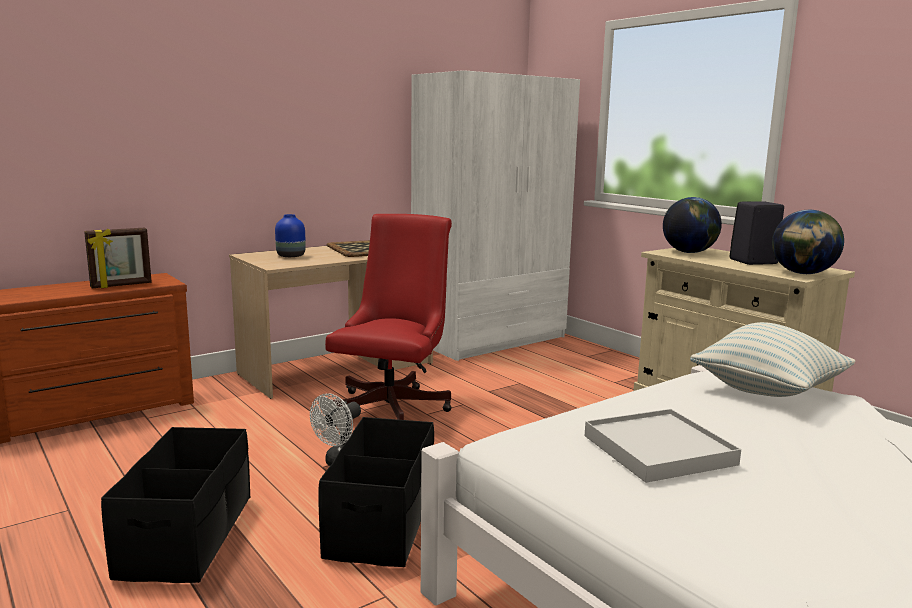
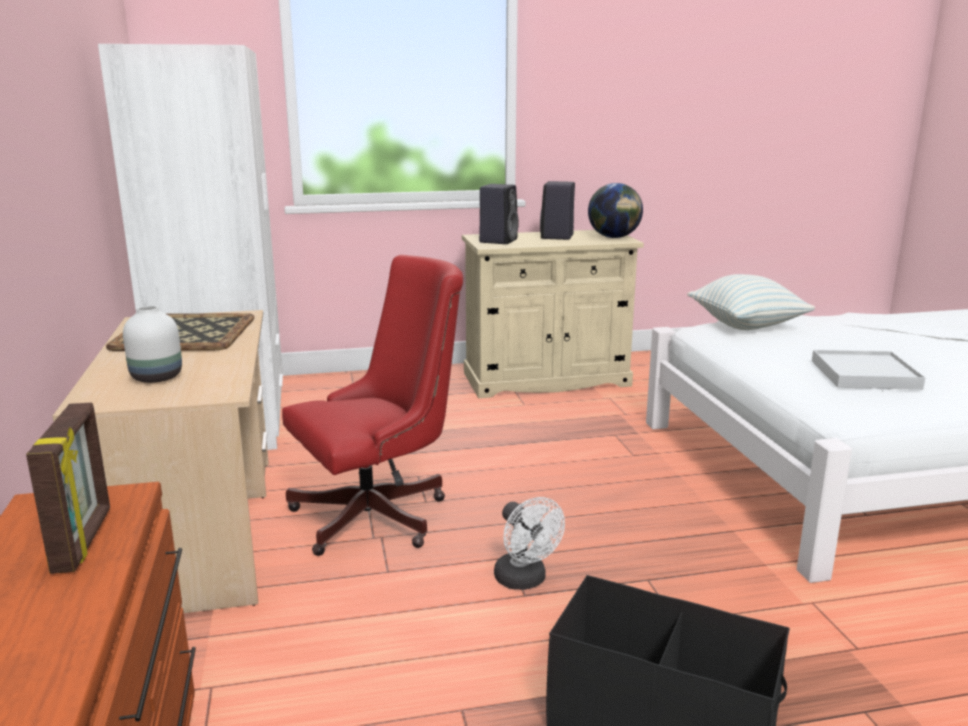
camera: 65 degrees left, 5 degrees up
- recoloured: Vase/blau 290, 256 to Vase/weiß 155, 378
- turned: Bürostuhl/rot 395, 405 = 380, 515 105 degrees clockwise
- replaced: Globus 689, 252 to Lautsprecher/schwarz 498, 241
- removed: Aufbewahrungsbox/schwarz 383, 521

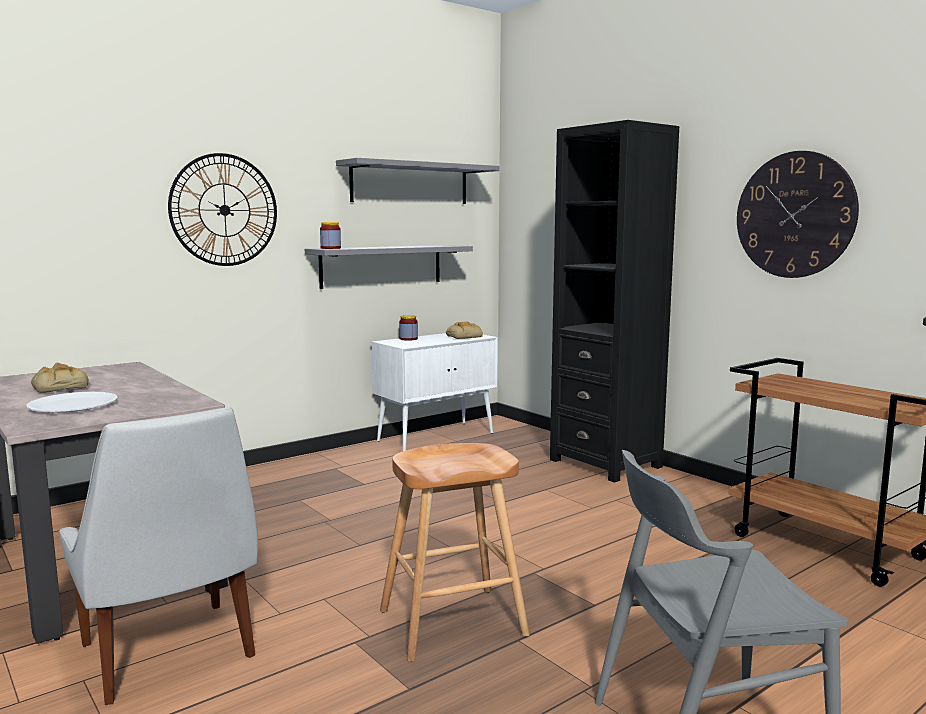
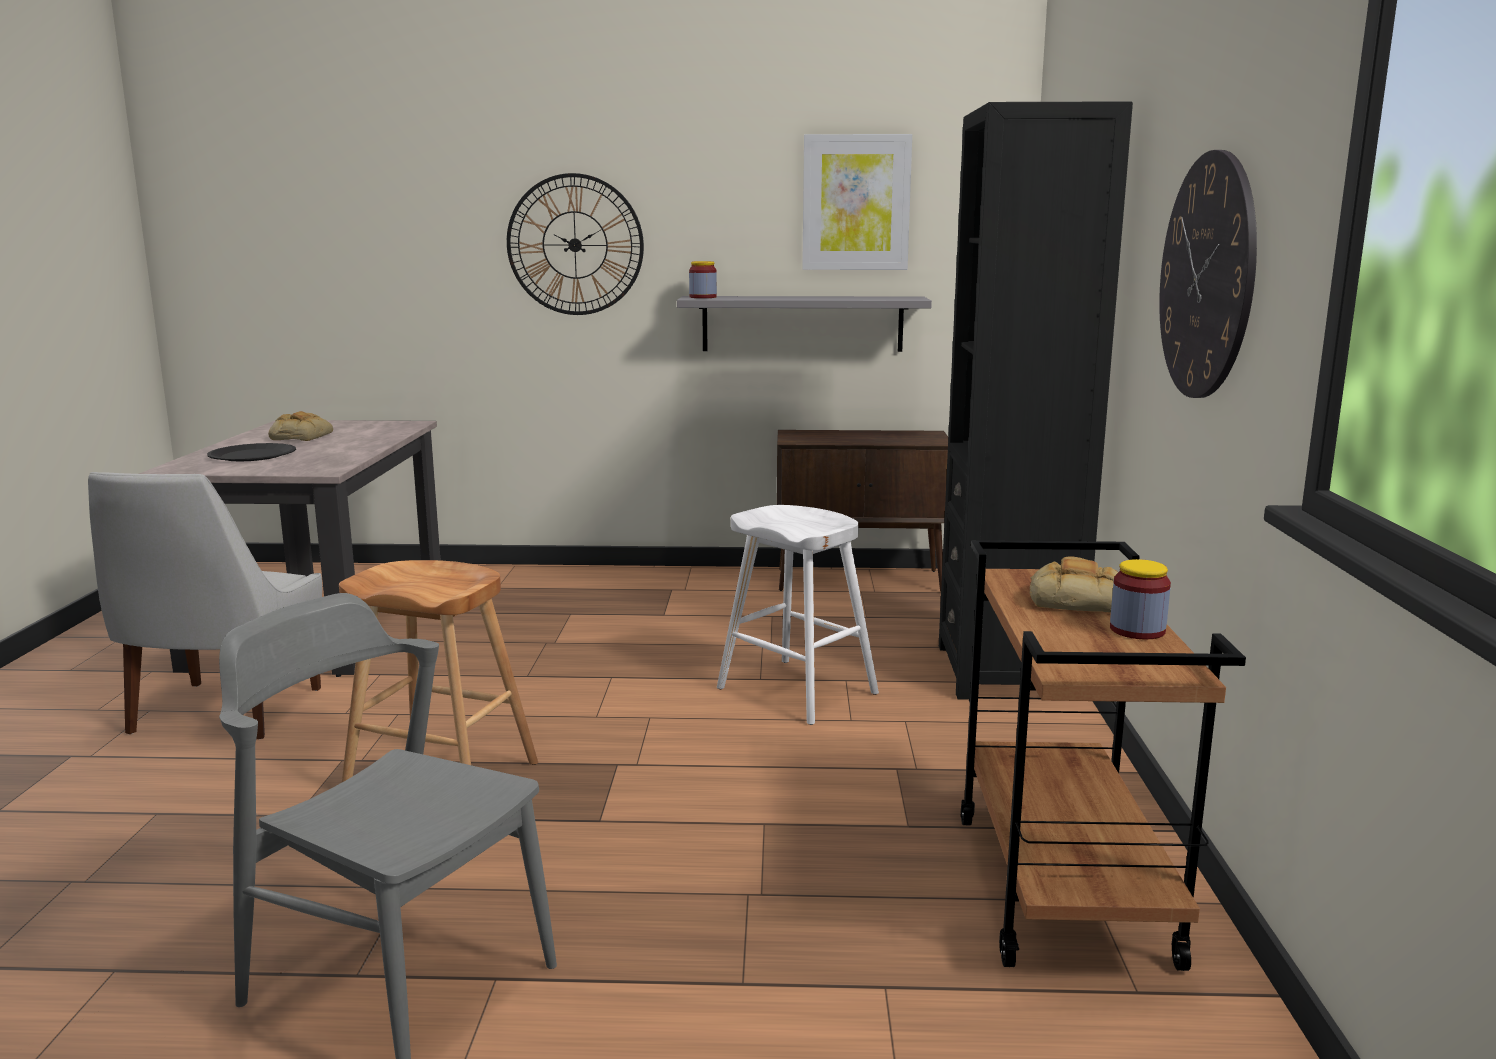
camera: 40 degrees right, 5 degrees up
- recoloured: Teller/weiß 73, 405 to Teller/schwarz 252, 455
- added: Hocker/weiß 796, 691
- recoloured: Schrank/weiß 437, 437 to Schrank/braun 861, 580
- replaced: Wandregal/grau 410, 183 to Bild 856, 203
- moved: Brot 464, 336 to 1078, 600
- moved: Vorratsglas 408, 339 to 1137, 630

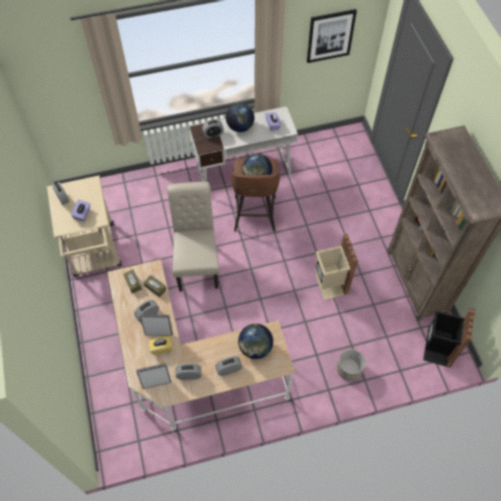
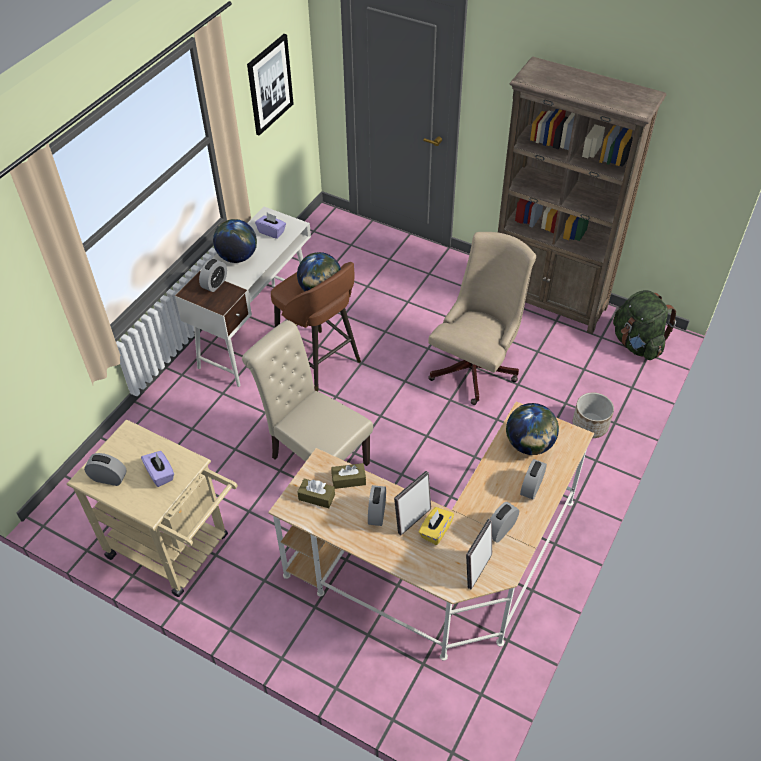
camera: 45 degrees left, 10 degrees down
- replaced: Mülleimer/beige 330, 284 to Bürostuhl/beige 477, 366
- replaced: Mülleimer/schwarz 436, 349 to Rucksack/grün 637, 344

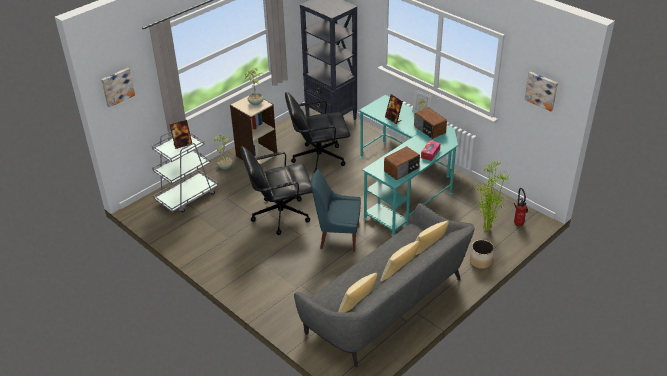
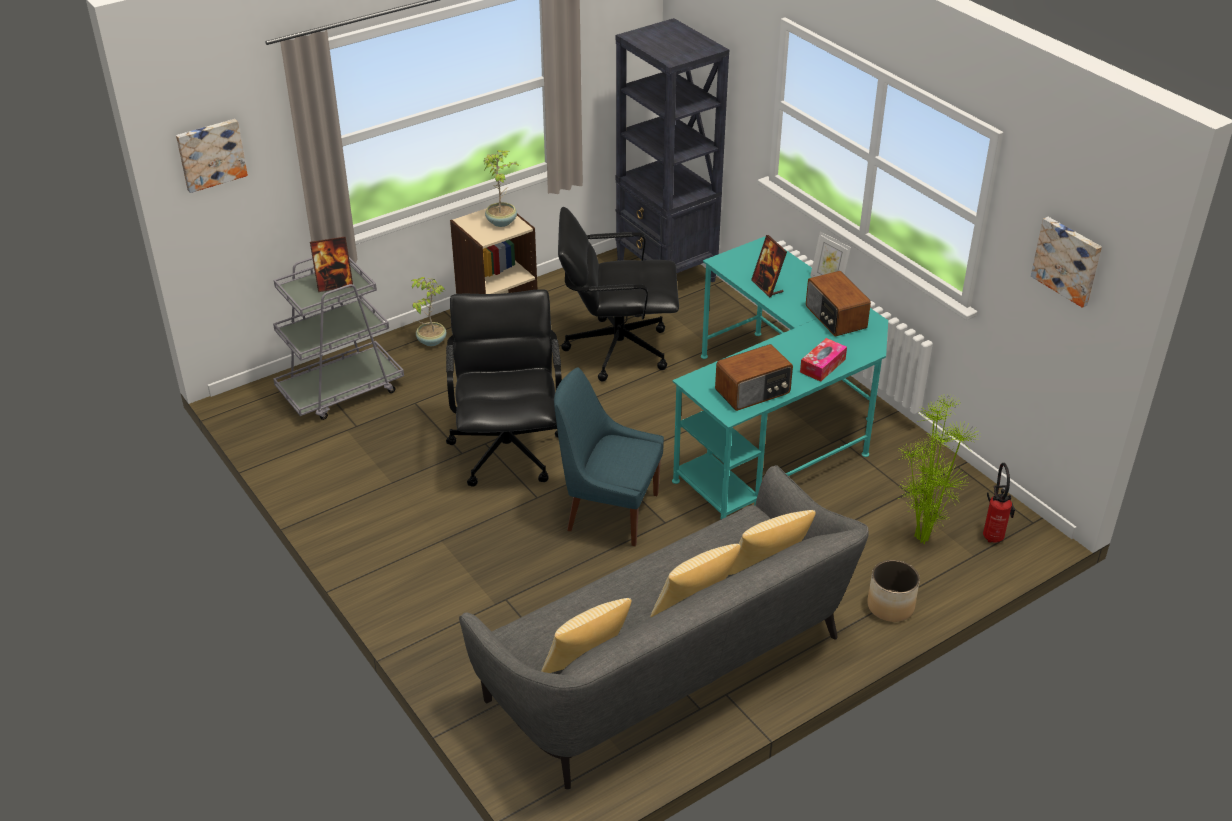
camera: 10 degrees right, 0 degrees up
- turned: Bürostuhl/schwarz 280, 215 = 508, 451 90 degrees clockwise

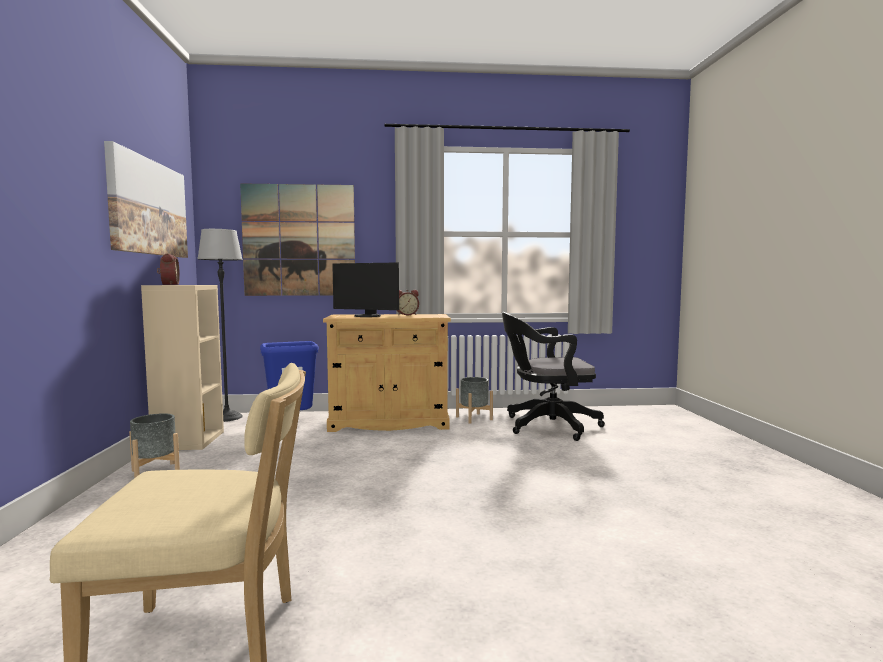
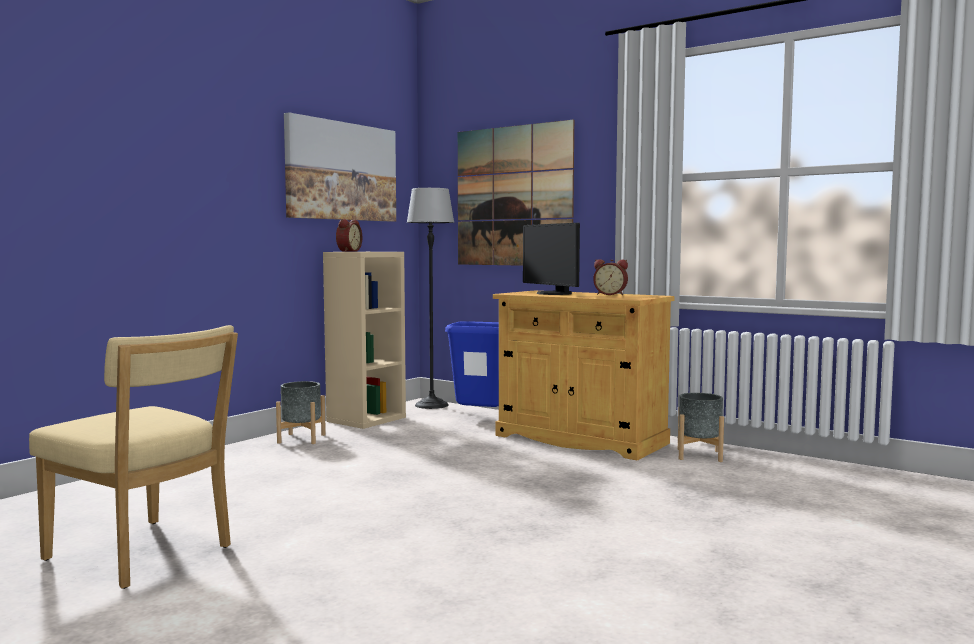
camera: 40 degrees right, 0 degrees up
- removed: Bürostuhl/schwarz 546, 426

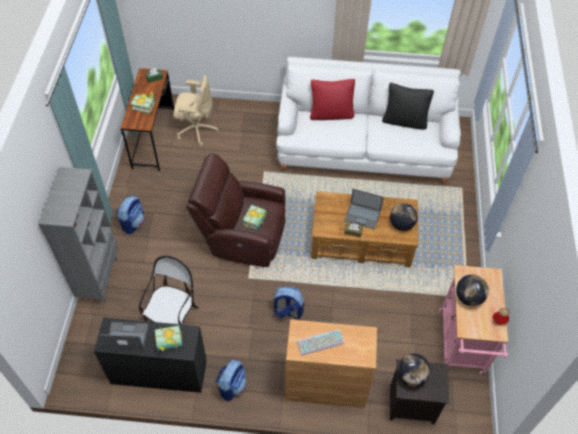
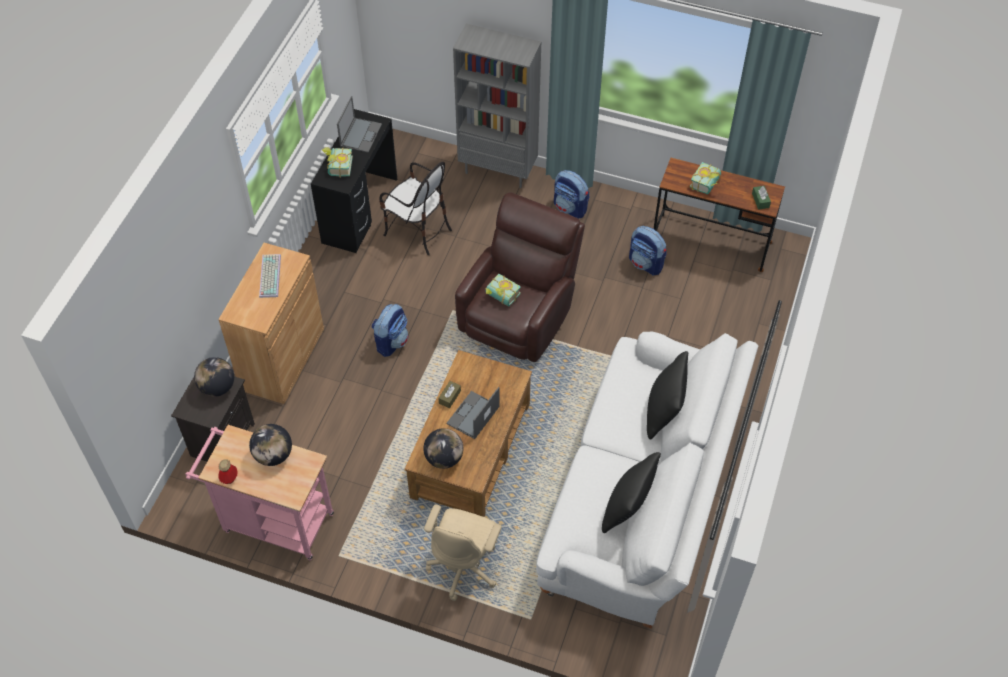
camera: 105 degrees right, 0 degrees up
- moved: Bürostuhl/beige 196, 130 to 464, 566
- moved: Rucksack 232, 386 to 646, 263
- recoloured: Kissen/rot 331, 114 to Kissen/schwarz 663, 412

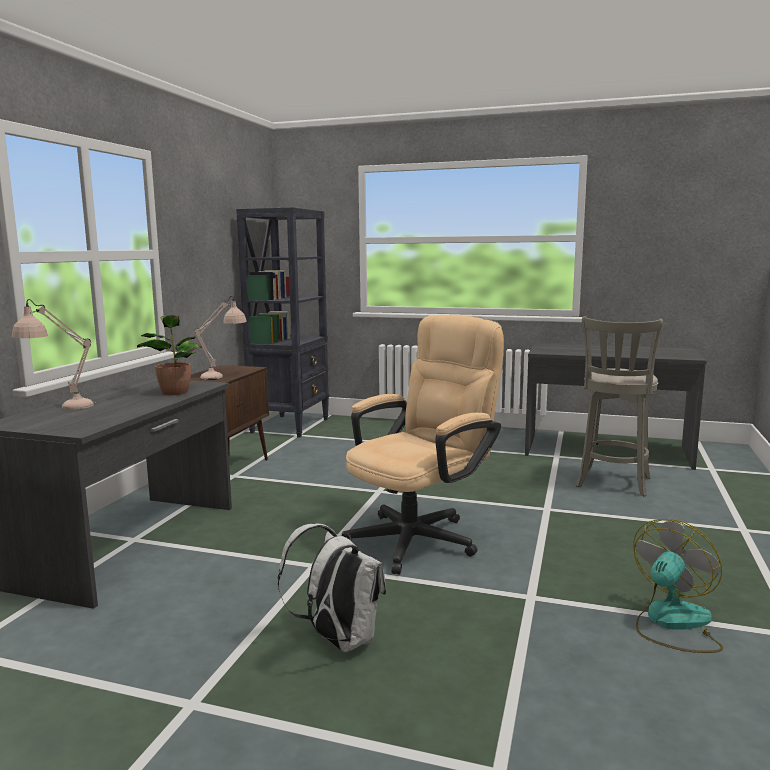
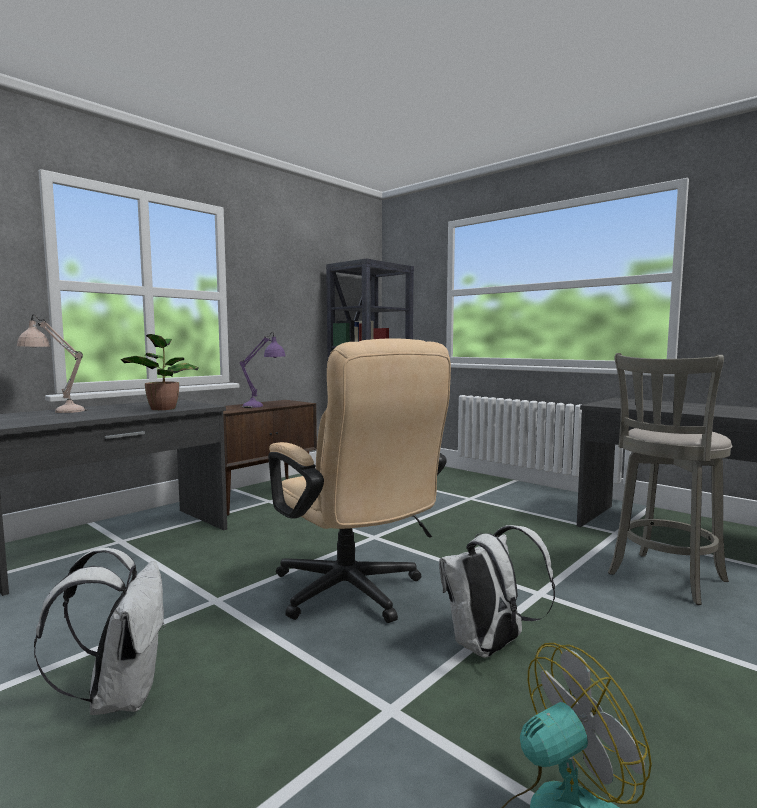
camera: 25 degrees right, 5 degrees down
- recoloured: Tischlampe/beige 223, 376 to Tischlampe/lila 263, 406
- turned: Bürostuhl/beige 420, 537 = 354, 595 75 degrees clockwise
- added: Rucksack/weiß 489, 647

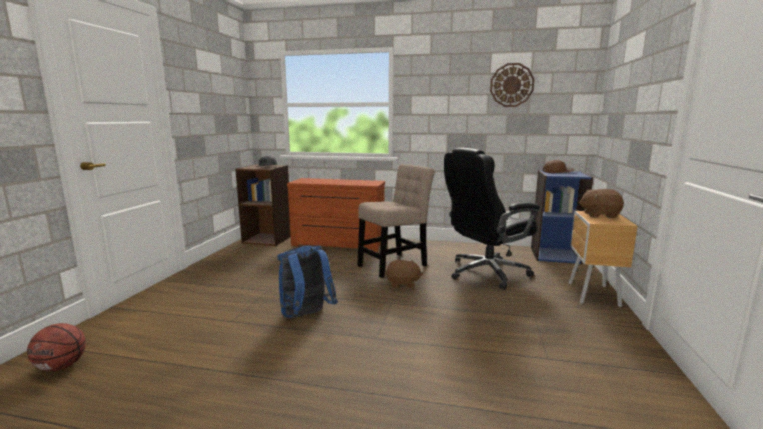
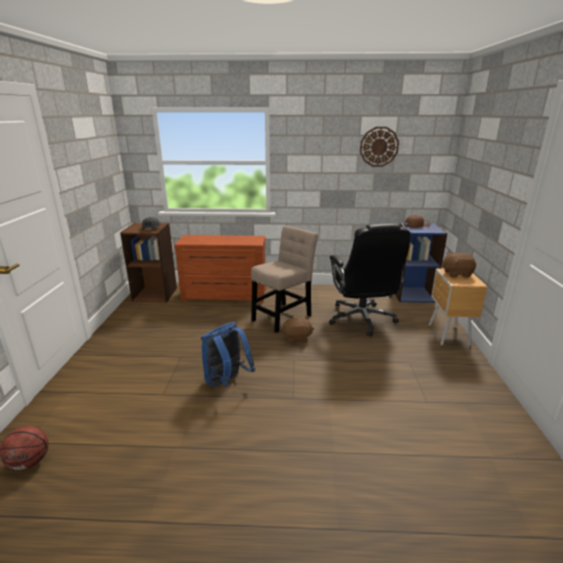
camera: 10 degrees left, 10 degrees up
- turned: Bürostuhl/schwarz 486, 273 = 362, 319 60 degrees counterclockwise

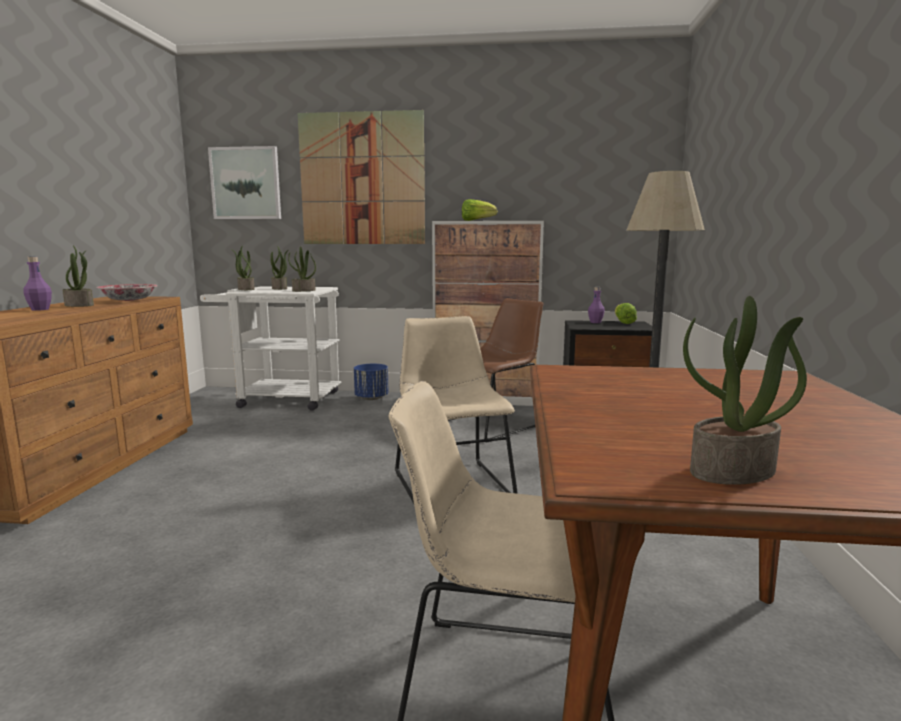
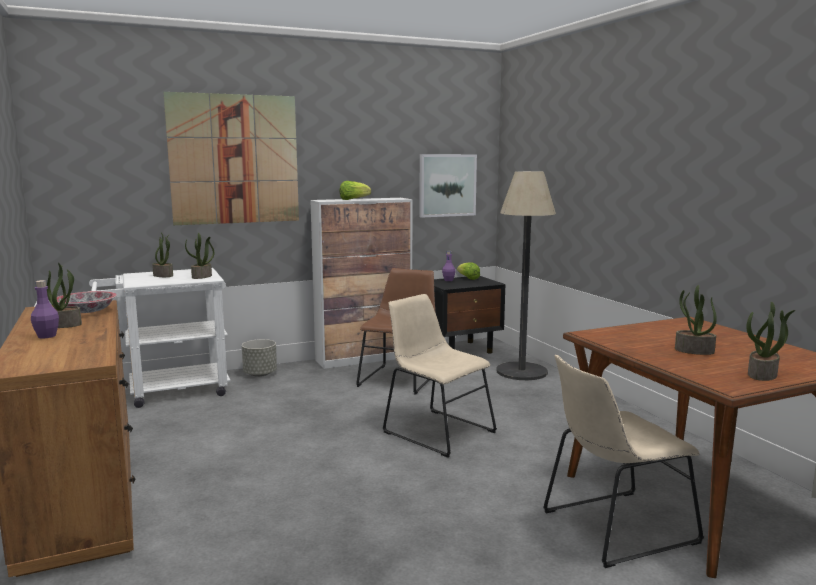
camera: 30 degrees left, 0 degrees up
- recoloured: Pflanzkübel/blau 372, 398 to Pflanzkübel/grau 260, 374
- moved: Bild 246, 183 to 447, 185
- moved: Topfpflanze 245, 289 to 693, 351

